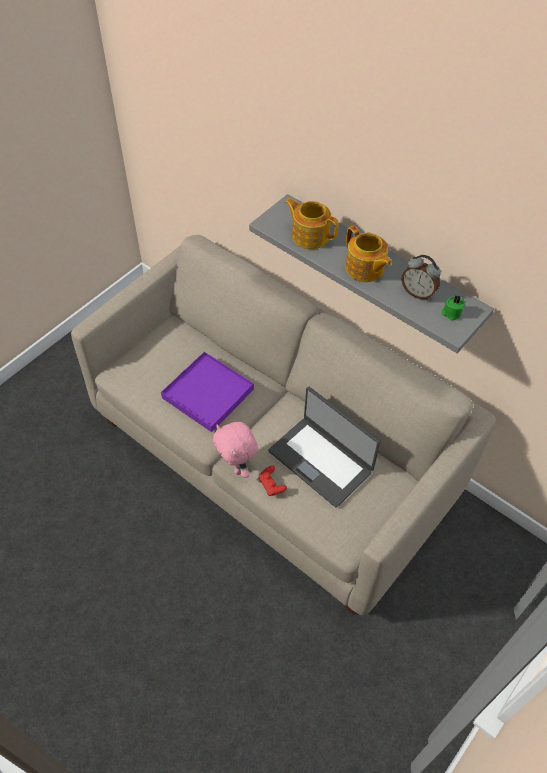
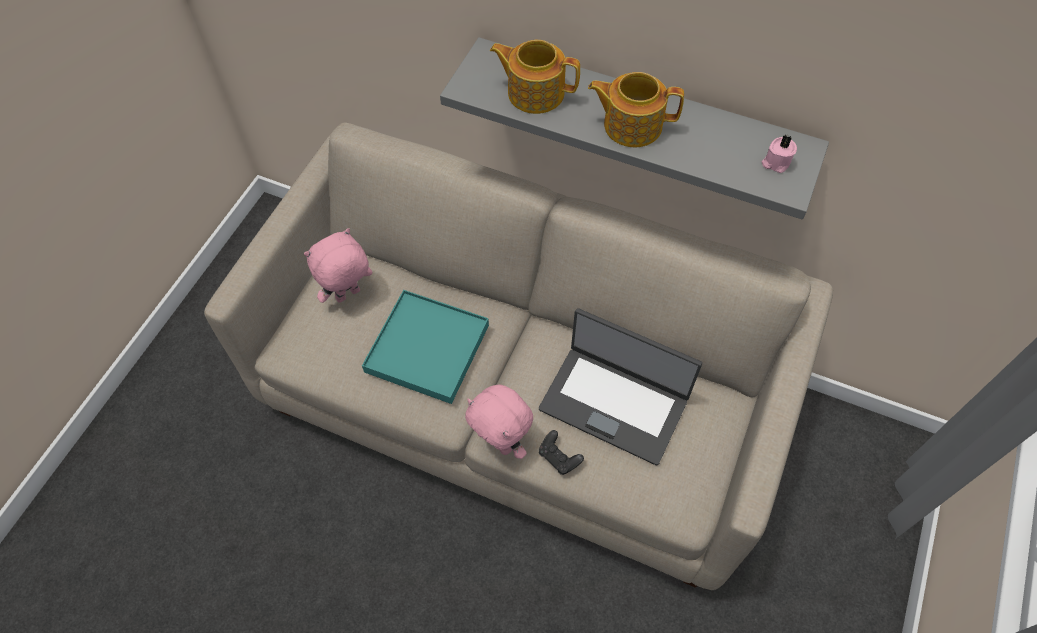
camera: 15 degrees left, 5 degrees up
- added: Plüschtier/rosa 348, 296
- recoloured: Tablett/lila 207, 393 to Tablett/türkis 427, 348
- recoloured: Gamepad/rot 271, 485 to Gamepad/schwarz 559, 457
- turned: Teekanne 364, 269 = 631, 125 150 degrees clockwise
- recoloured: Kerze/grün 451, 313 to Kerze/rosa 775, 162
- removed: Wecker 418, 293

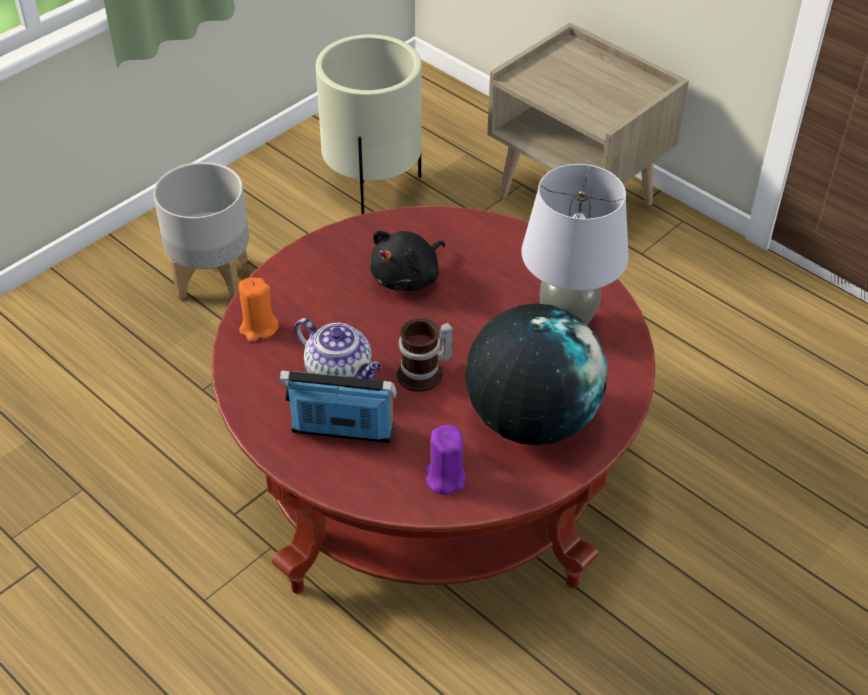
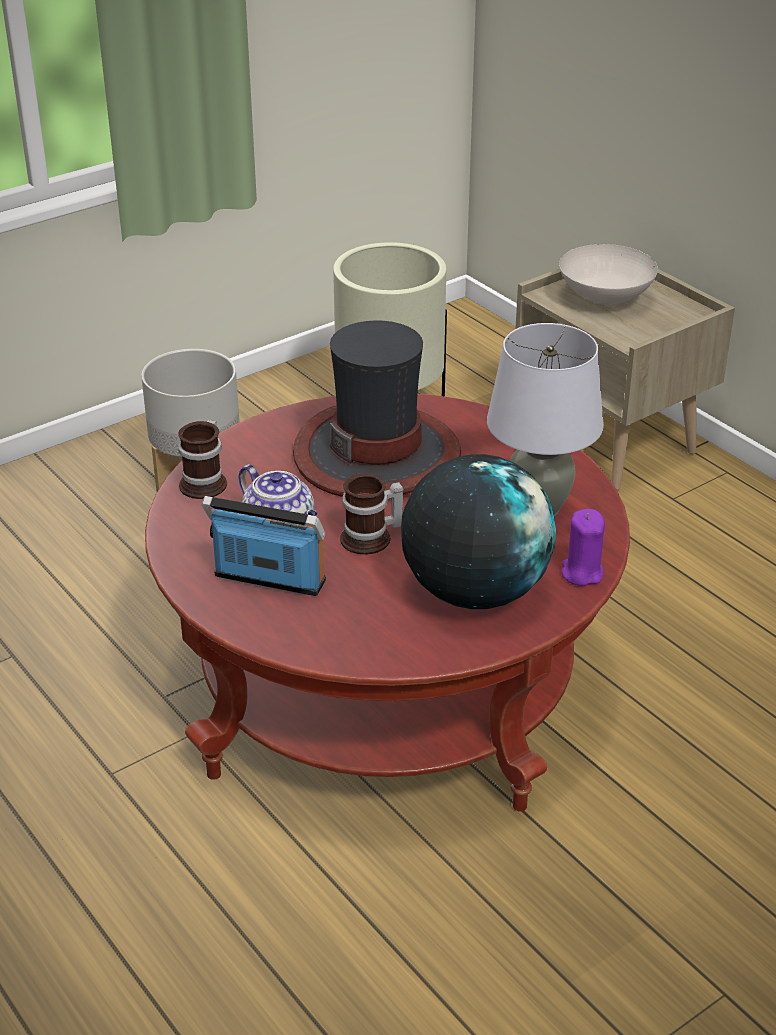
camera: 10 degrees right, 10 degrees down
- replaced: Kerze/orange 258, 328 to Henkelbecher 207, 482
- replaced: Plüschtier/schwarz 408, 278 to Hut 377, 453
- added: Schüssel/weiß 606, 299
- moved: Kerze/lila 445, 478 to 581, 573

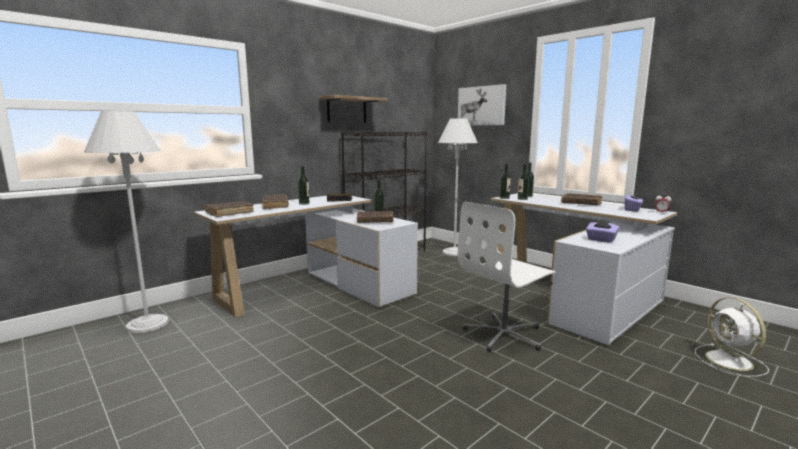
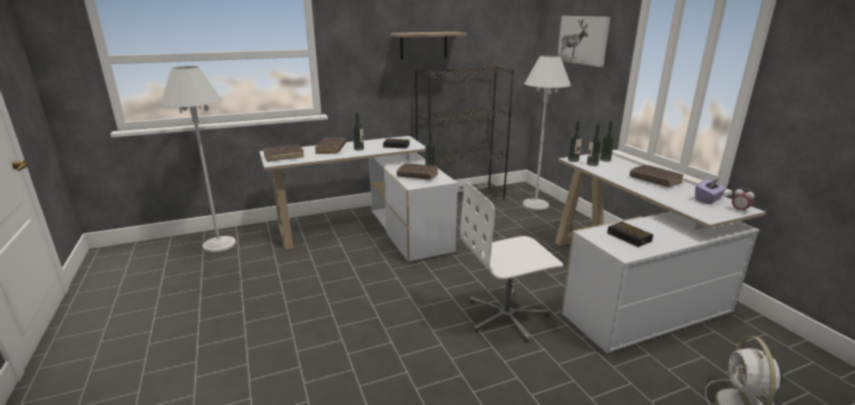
camera: 20 degrees right, 10 degrees up
- replaced: Taschentuchbox/lila 601, 240 to Wecker 629, 237

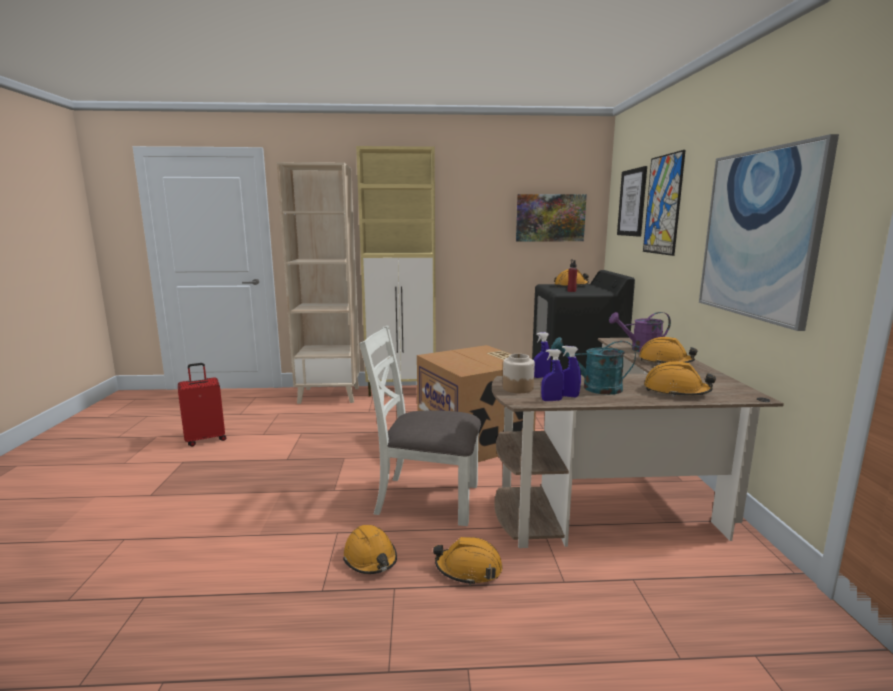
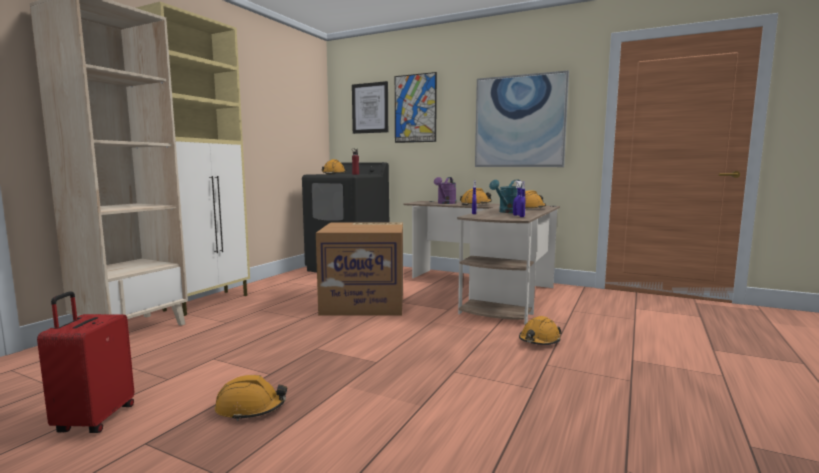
camera: 60 degrees left, 5 degrees down
- moved: Schutzhelm/orange 370, 559 to 250, 408
- removed: Stuhl/weiß 426, 499
- removed: Vorratsglas 517, 388
- removed: Bild 550, 218

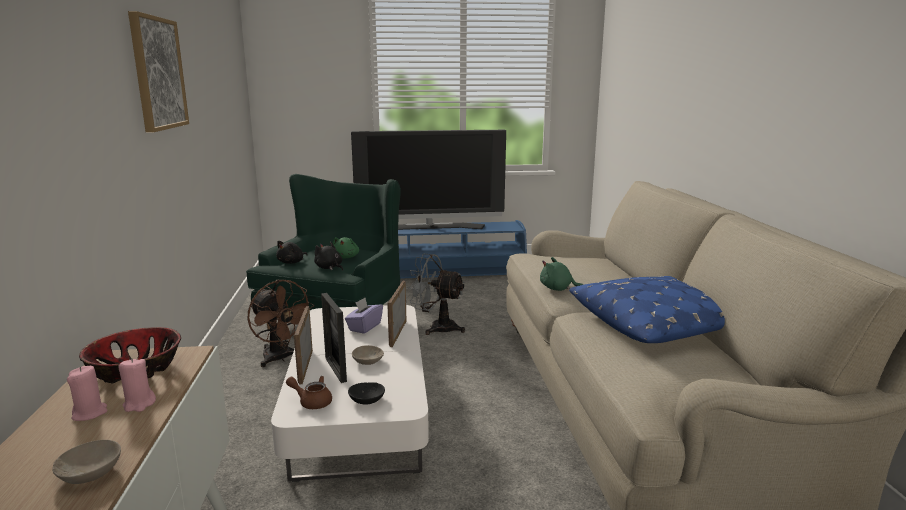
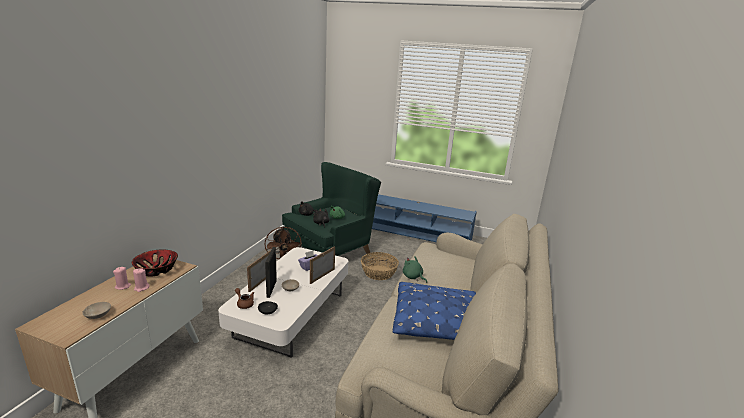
camera: 25 degrees right, 5 degrees up
- replaced: Ventilator/grau 437, 327 to Korb 378, 273
- removed: Bild 158, 73
- removed: Fernseher 430, 228

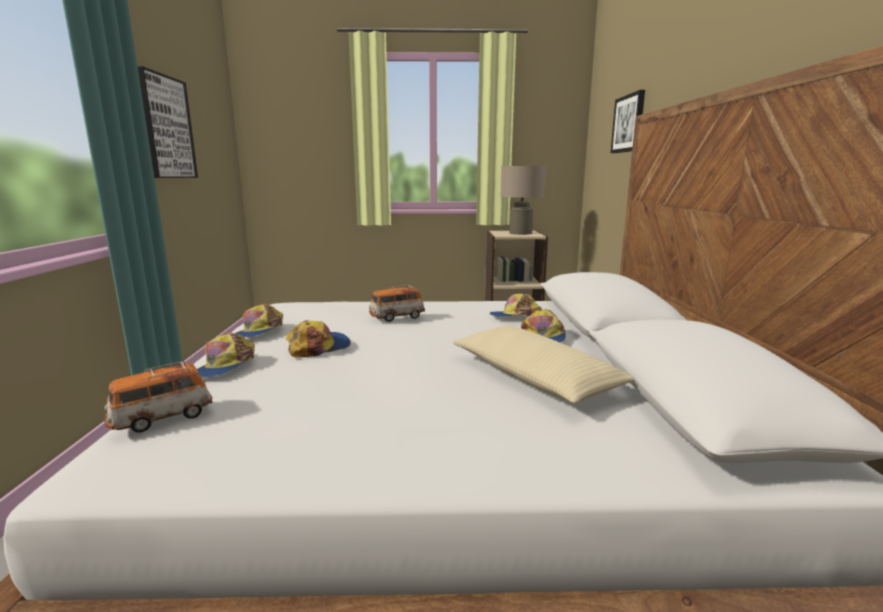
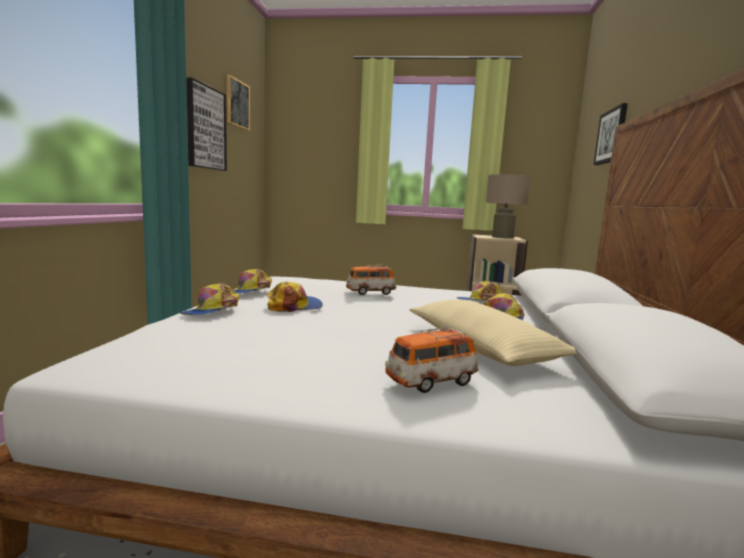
camera: 10 degrees right, 5 degrees down
- added: Bild 237, 104
- moved: Spielzeugauto 162, 418 to 430, 382

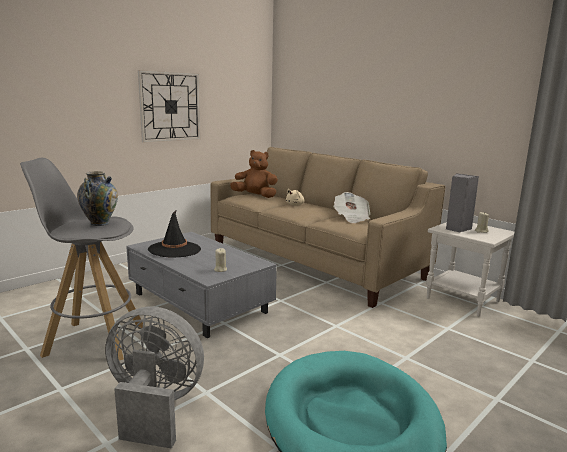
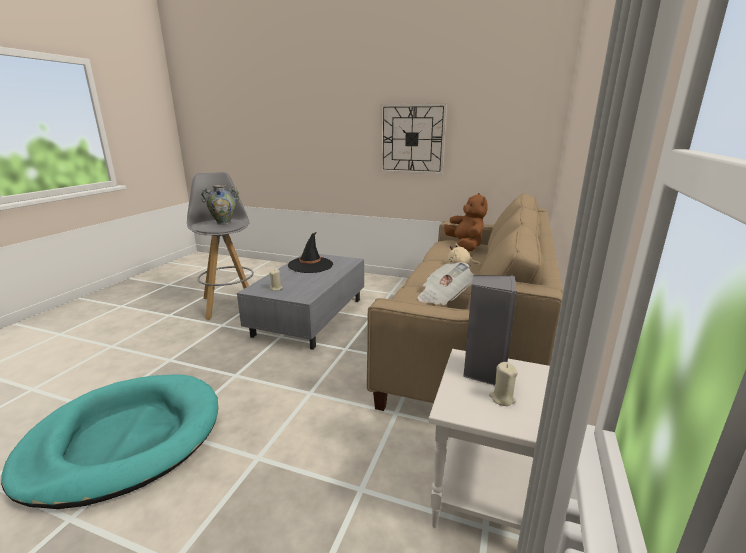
camera: 65 degrees right, 5 degrees up
- removed: Ventilator/grau 154, 407

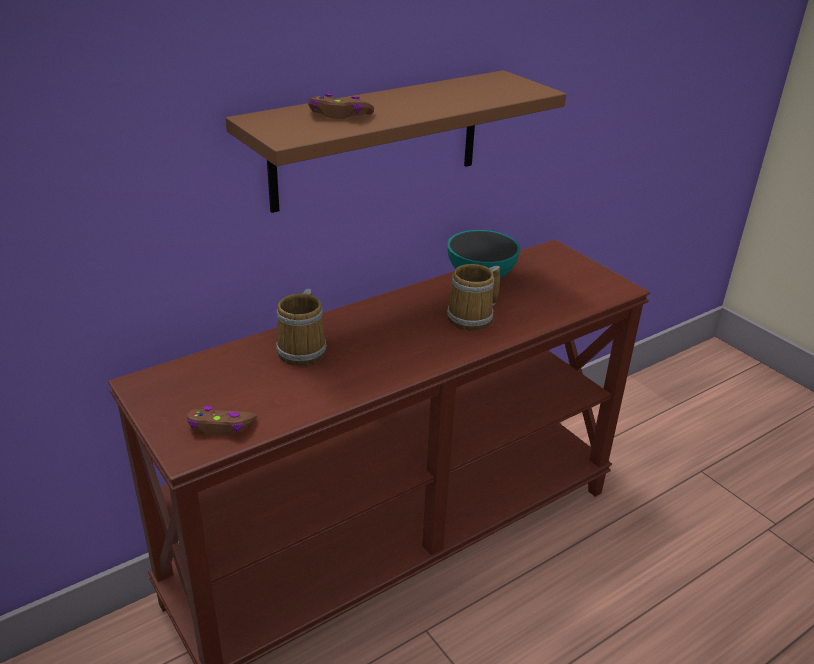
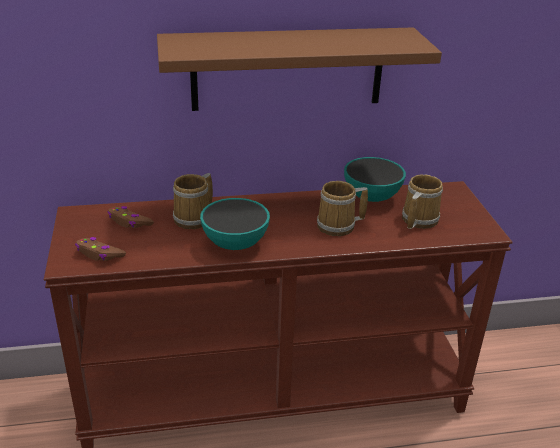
camera: 25 degrees right, 0 degrees up
- moved: Gamepad/braun 339, 116 to 129, 222
- added: Schüssel 235, 244
- added: Henkelbecher 417, 220

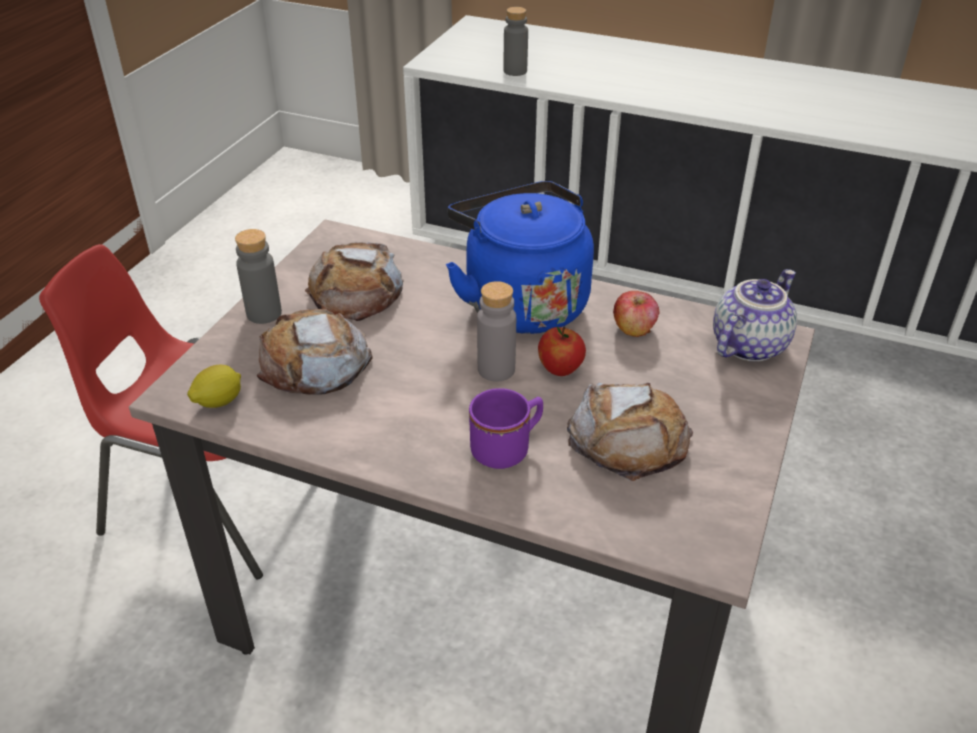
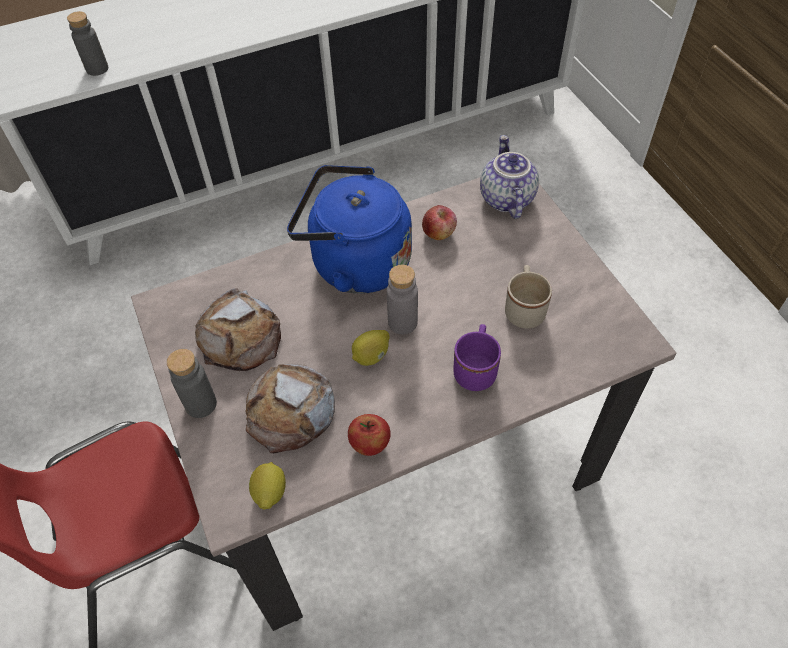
camera: 45 degrees left, 15 degrees up
- moved: Apfel 560, 369 to 370, 444
- added: Zitrone 371, 356
- replaced: Brot 629, 439 to Henkelbecher/beige 524, 308

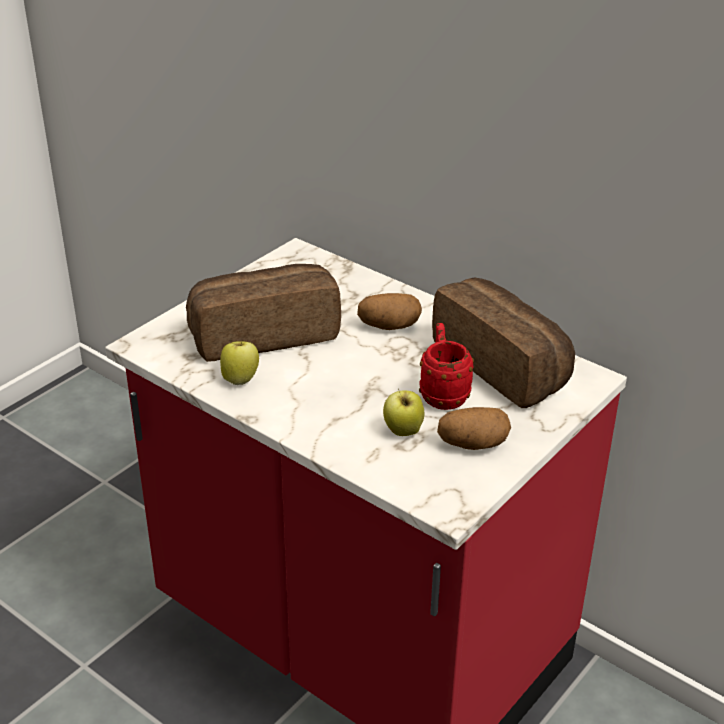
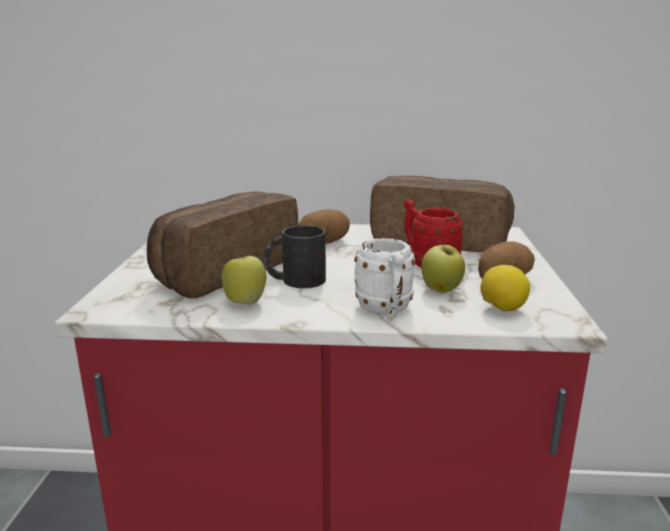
camera: 35 degrees left, 15 degrees down
- added: Henkelbecher/schwarz 295, 280
- added: Henkelbecher/weiß 386, 310
- added: Zitrone 502, 309

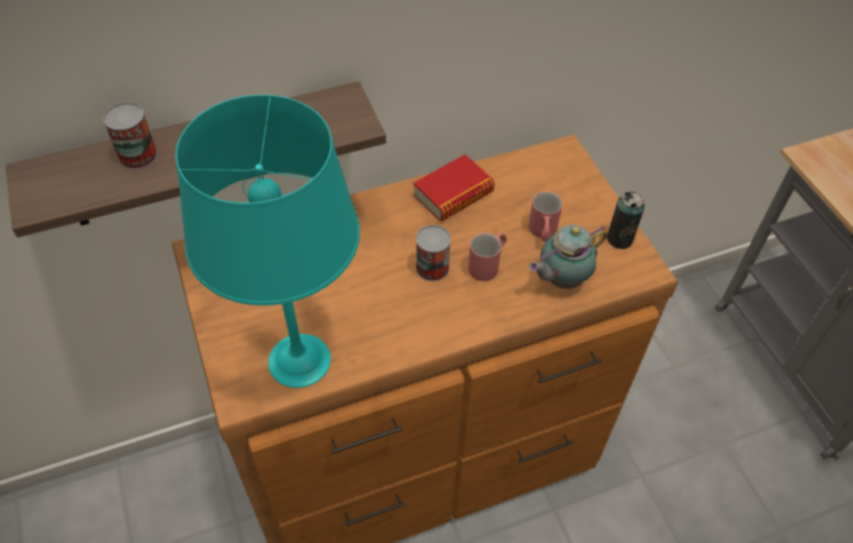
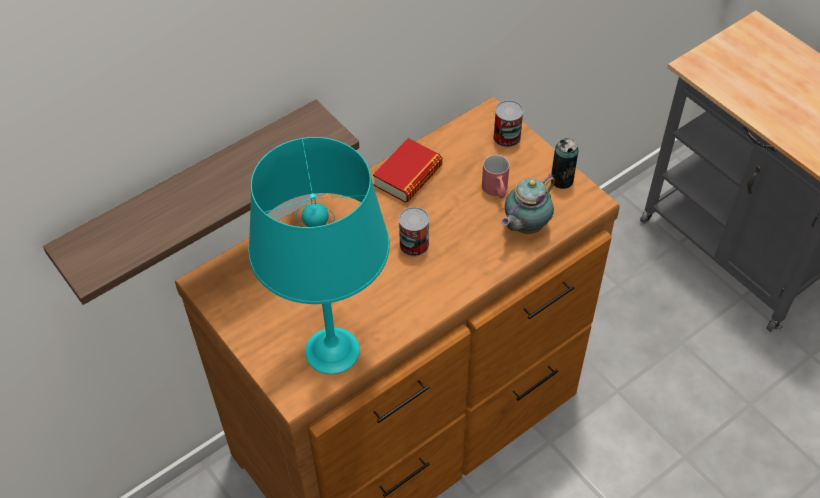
camera: 15 degrees left, 0 degrees up
- moved: Dose 138, 155 to 507, 137
- removed: Henkelbecher/rot 488, 264

